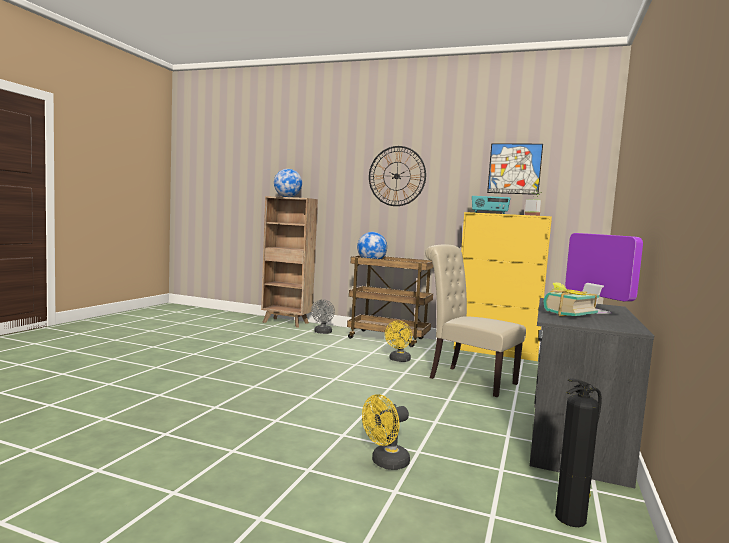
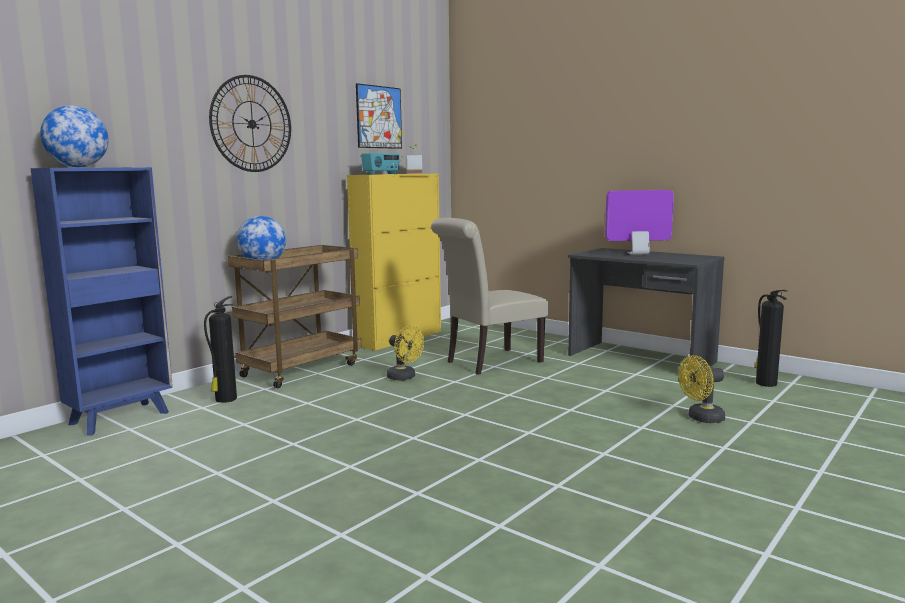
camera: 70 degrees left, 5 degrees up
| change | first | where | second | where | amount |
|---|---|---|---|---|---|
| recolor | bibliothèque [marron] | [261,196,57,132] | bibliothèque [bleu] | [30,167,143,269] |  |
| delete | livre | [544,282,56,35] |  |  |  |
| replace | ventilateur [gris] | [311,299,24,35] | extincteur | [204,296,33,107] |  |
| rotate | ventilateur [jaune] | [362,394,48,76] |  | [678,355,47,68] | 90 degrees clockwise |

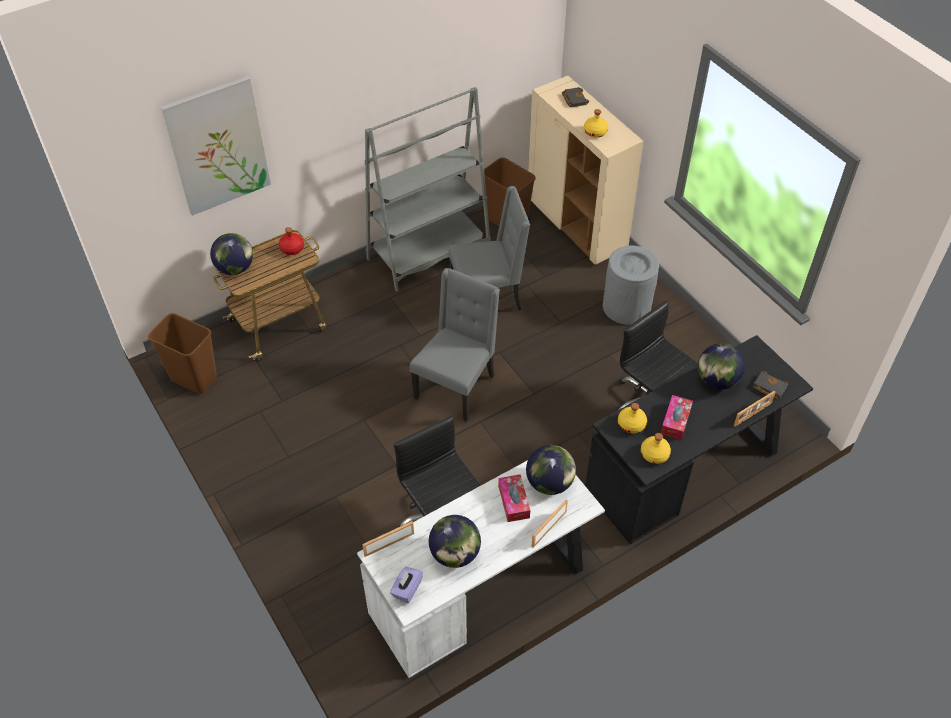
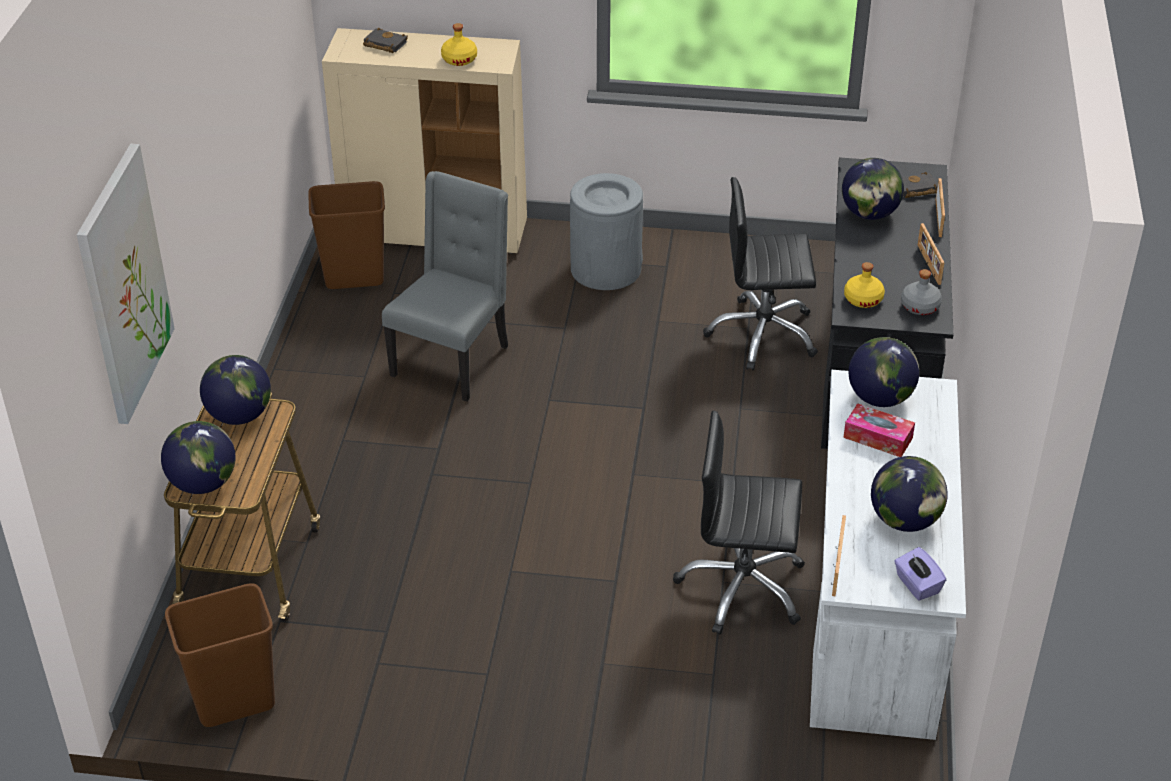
camera: 50 degrees left, 10 degrees down
| change | first | where | second | where | amount |
|---|---|---|---|---|---|
| delete | bibliothèque [gris] | [365,87,126,205] |  |  |  |
| replace | bouteille [rouge] | [279,227,25,28] | globe | [200,355,71,70] |  |
| delete | chaise [gris] | [410,268,90,154] |  |  |  |
| delete | boîte à mouchoirs | [661,395,32,45] |  |  |  |
| recolor | bouteille [jaune] | [641,433,30,31] | bouteille [gris] | [901,269,41,46] |  |
| move | cadre photo | [531,500,37,48] |  | [918,223,27,62] |  |

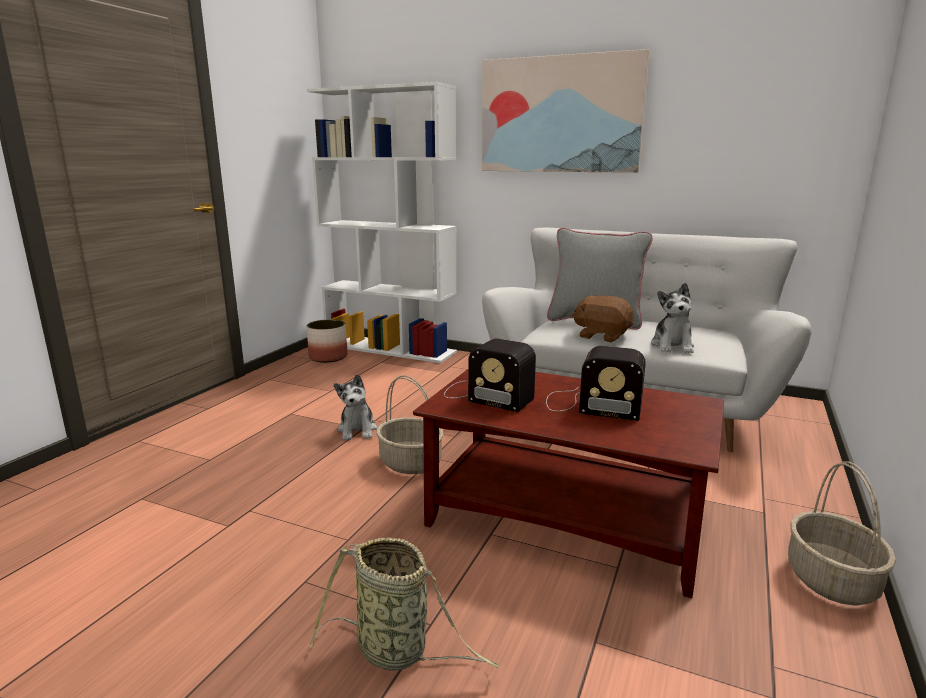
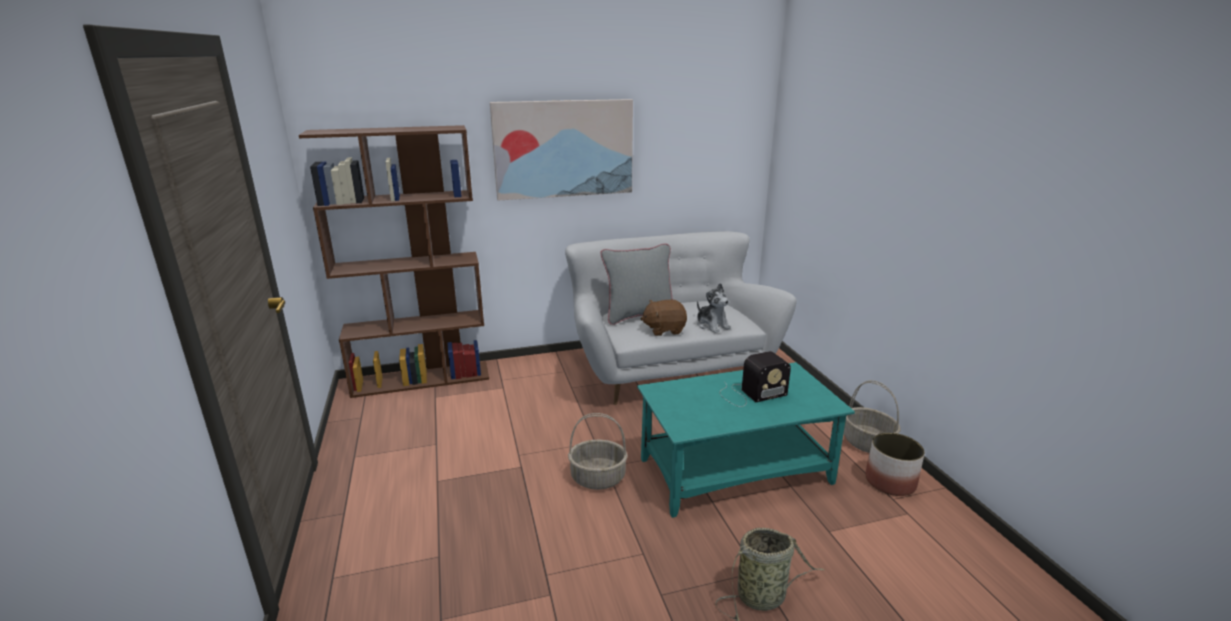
camera: 40 degrees left, 5 degrees up
| change | first | where | second | where | amount |
|---|---|---|---|---|---|
| recolor | bibliothèque [blanc] | [307,82,150,281] | bibliothèque [marron] | [299,125,190,273] |  |
| move | cache-pot | [307,319,41,44] |  | [865,432,60,64] |  |
| delete | radio | [444,339,92,73] |  |  |  |
| recolor | table basse [marron] | [413,369,311,229] | table basse [turquoise] | [637,362,218,156] |  |
| delete | peluche | [334,374,43,66] |  |  |  |

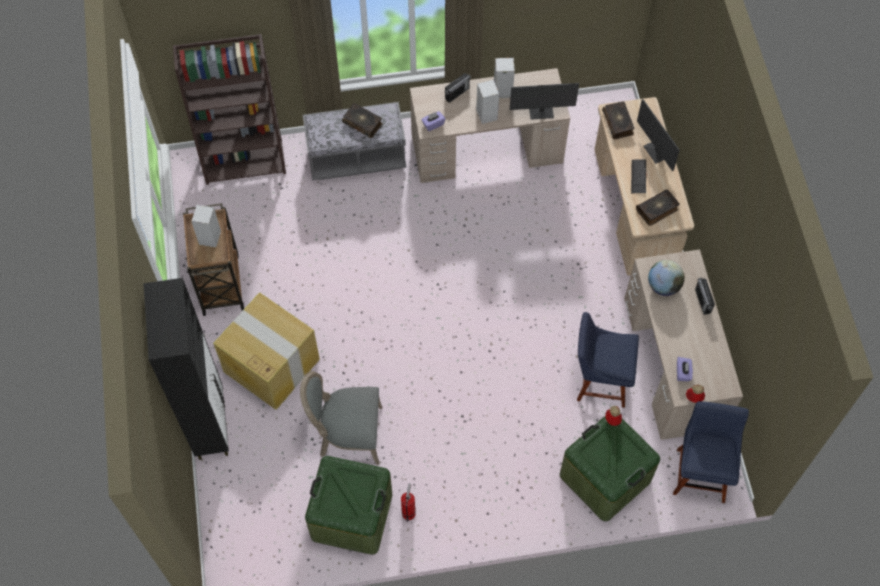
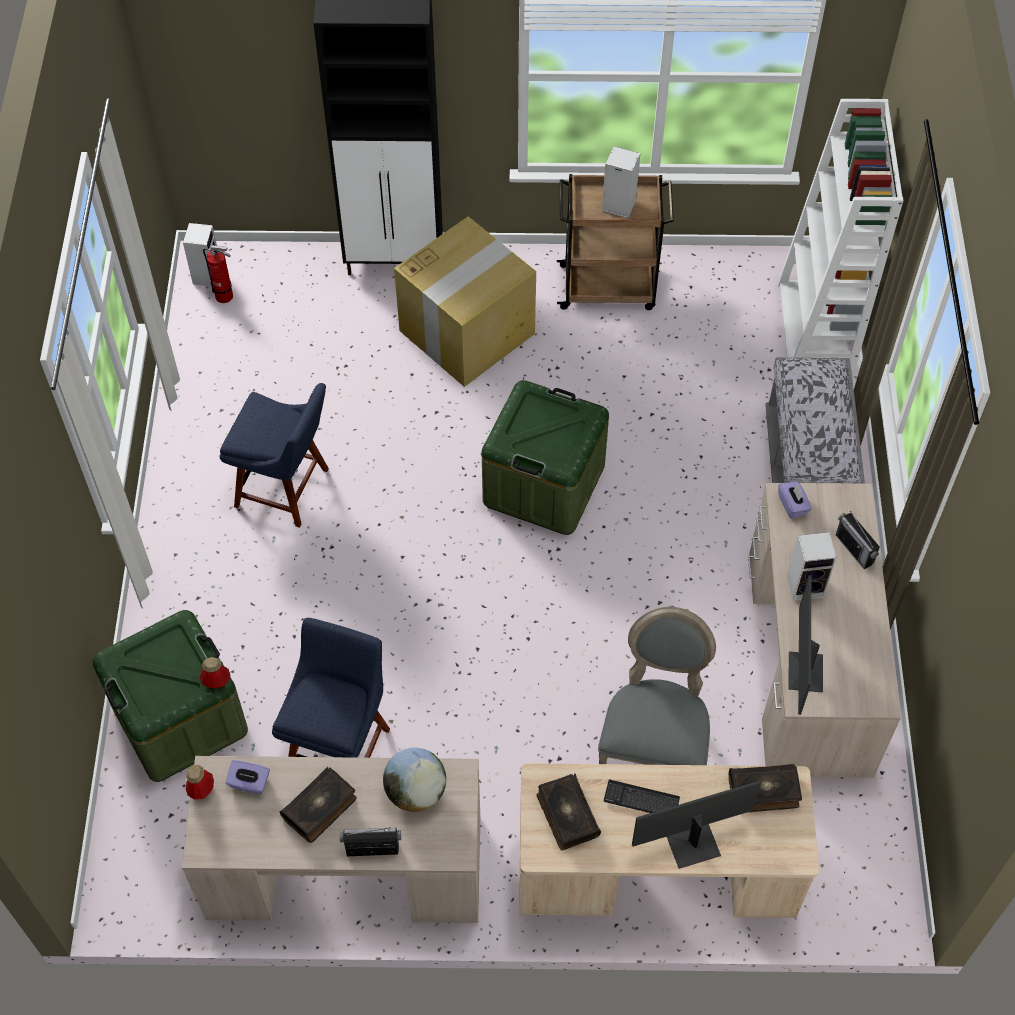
camera: 100 degrees right, 5 degrees down
| change | first | where | second | where | amount |
|---|---|---|---|---|---|
| recolor | bibliothèque [marron] | [173,34,113,151] | bibliothèque [blanc] | [778,99,125,280] |  |
| move | enceinte | [494,58,21,40] |  | [183,223,34,63] |  |
| move | livre | [342,103,41,35] |  | [280,767,77,76] |  |
| move | chaise [gris] | [300,371,82,94] |  | [598,607,118,158] |  |
| move | chaise [bleu] | [673,401,76,102] |  | [219,383,110,145] |  |
| move | boîte de rangement [vert] | [305,456,87,99] |  | [482,380,127,155] |  |
| move | extincteur | [401,483,15,39] |  | [203,245,30,58] |  |

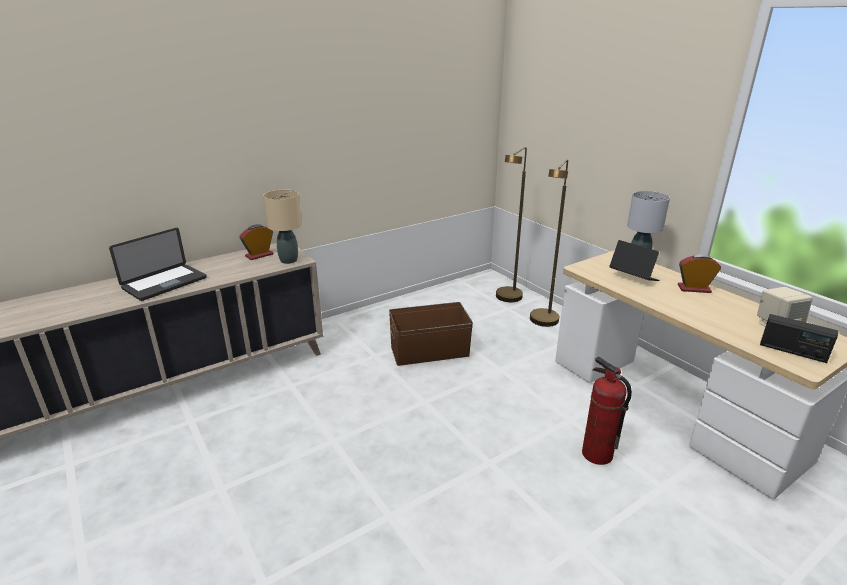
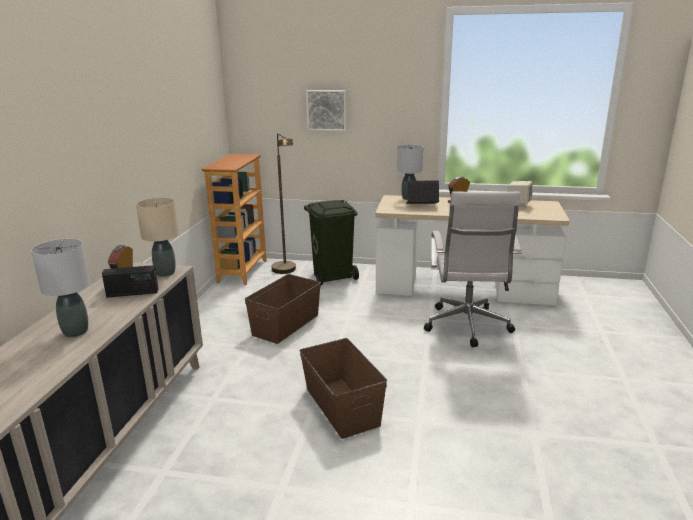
camera: 45 degrees left, 5 degrees down
| change | first | where | second | where | amount |
|---|---|---|---|---|---|
| replace | lampadaire [marron] | [530,159,38,168] | poubelle [vert] | [304,200,55,86] |  |
| replace | ordinateur portable | [109,228,98,73] | lampe de table [gris] | [31,239,59,98] |  |
| move | radio | [760,314,78,49] |  | [102,265,56,33] |  |
| replace | extincteur | [582,357,50,108] | chaise de bureau [blanc] | [424,191,98,156] |  |
| insert |  |  | tableau | [306,90,40,41] |  |
| insert |  |  | bibliothèque | [201,154,66,131] |  |
| insert |  |  | boîte de rangement [marron] | [299,338,88,101] |  |

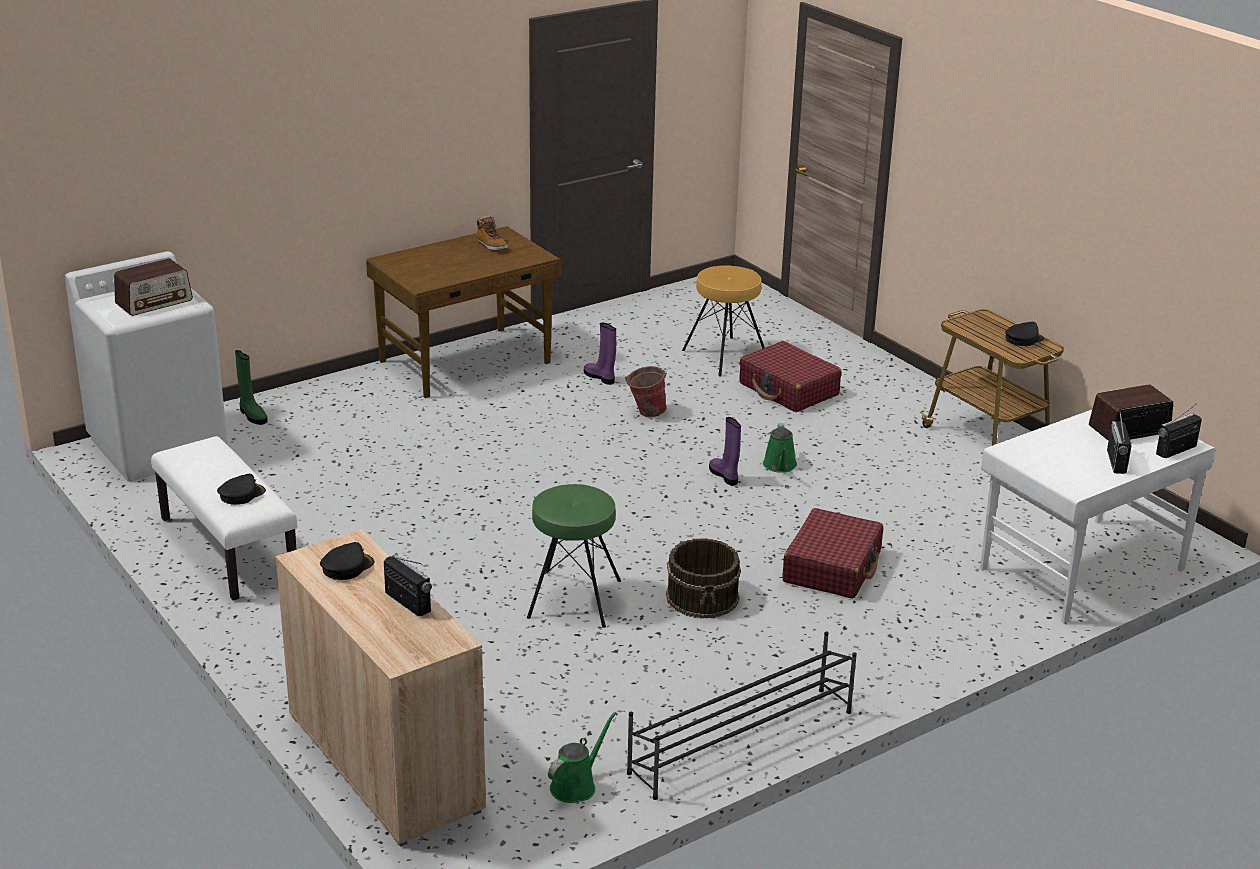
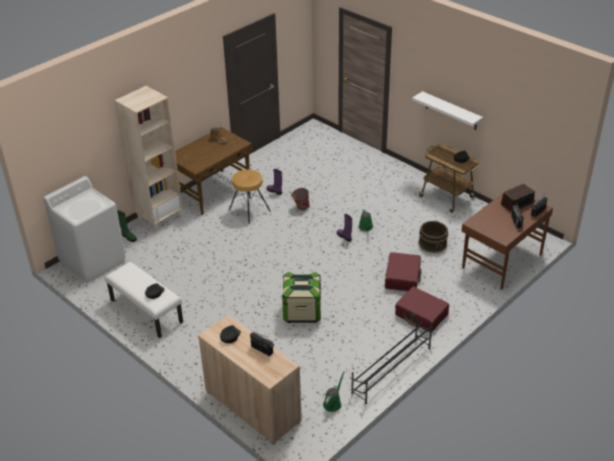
camera: 10 degrees left, 10 degrees up
| change | first | where | second | where | amount |
|---|---|---|---|---|---|
| delete | radio | [114,259,79,57] |  |  |  |
| move | tabouret [marron] | [682,265,83,112] |  | [229,170,42,54] |  |
| move | valise [rouge] | [739,341,103,71] |  | [395,286,54,46] |  |
| recolor | bureau [blanc] | [980,410,236,213] | bureau [marron] | [461,188,92,102] |  |
| replace | tabouret [vert] | [527,484,94,144] | boîte de rangement | [282,272,39,51] |  |
| move | seau [marron] | [666,538,75,80] |  | [418,221,30,32] |  |
| insert |  |  | bibliothèque [beige] | [115,86,68,147] |  |
| insert |  |  | étagère [blanc] | [412,91,71,39] |  |

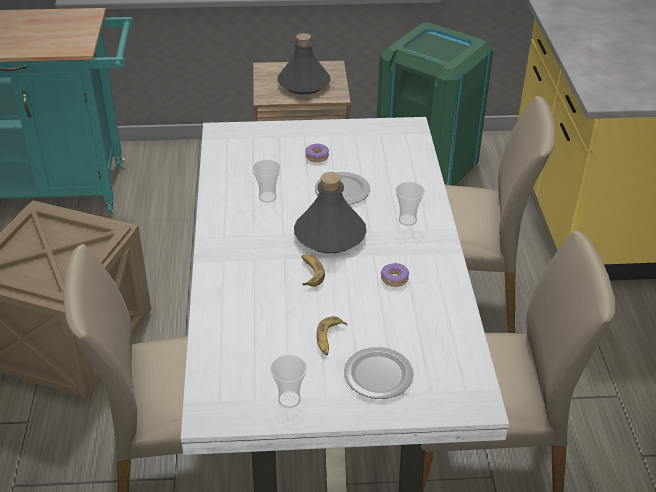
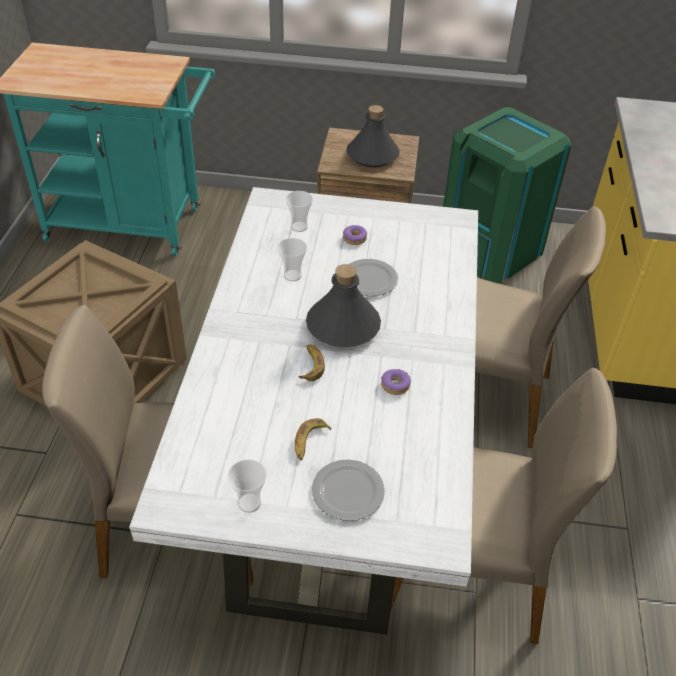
camera: 10 degrees right, 5 degrees up
| change | first | where | second | where | amount |
|---|---|---|---|---|---|
| move | tasse | [395,182,30,44] |  | [286,191,27,41] |  |

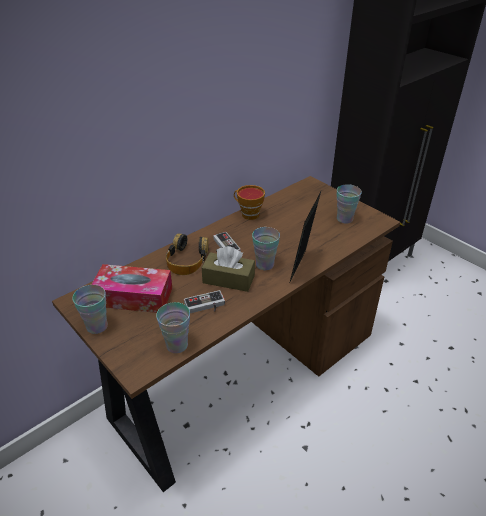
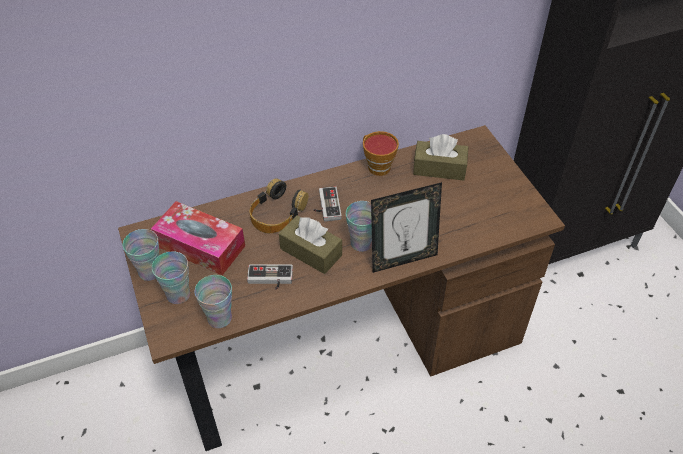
camera: 20 degrees right, 10 degrees up
| change | first | where | second | where | amount |
|---|---|---|---|---|---|
| move | tasse | [337,184,25,40] |  | [152,251,38,53] |  |
| rotate | cadre photo | [289,192,32,92] |  | [371,182,71,91] | 150 degrees counterclockwise |
| insert |  |  | boîte à mouchoirs [marron] | [413,134,55,47] |  |

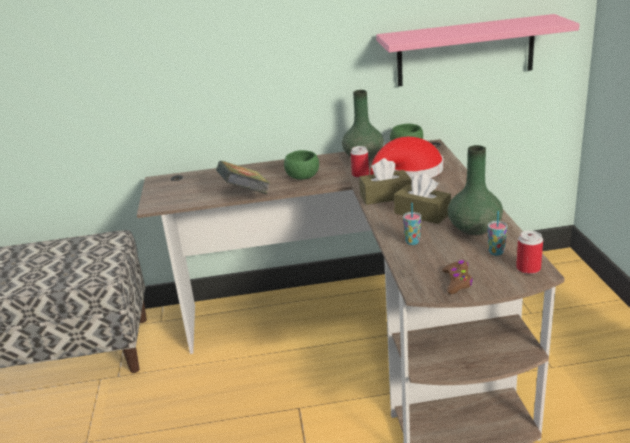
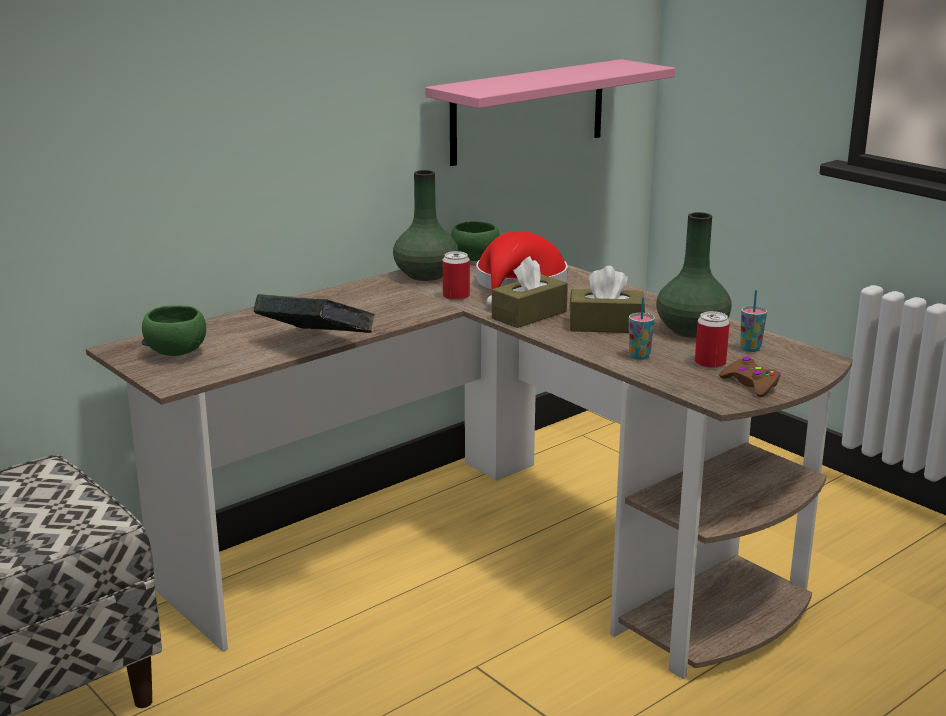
camera: 35 degrees left, 5 degrees down
| change | first | where | second | where | amount |
|---|---|---|---|---|---|
| move | bol [vert] | [284,150,35,30] |  | [142,305,64,51] |  |
| move | boîte métallique | [516,230,27,44] |  | [695,311,35,57] |  |

